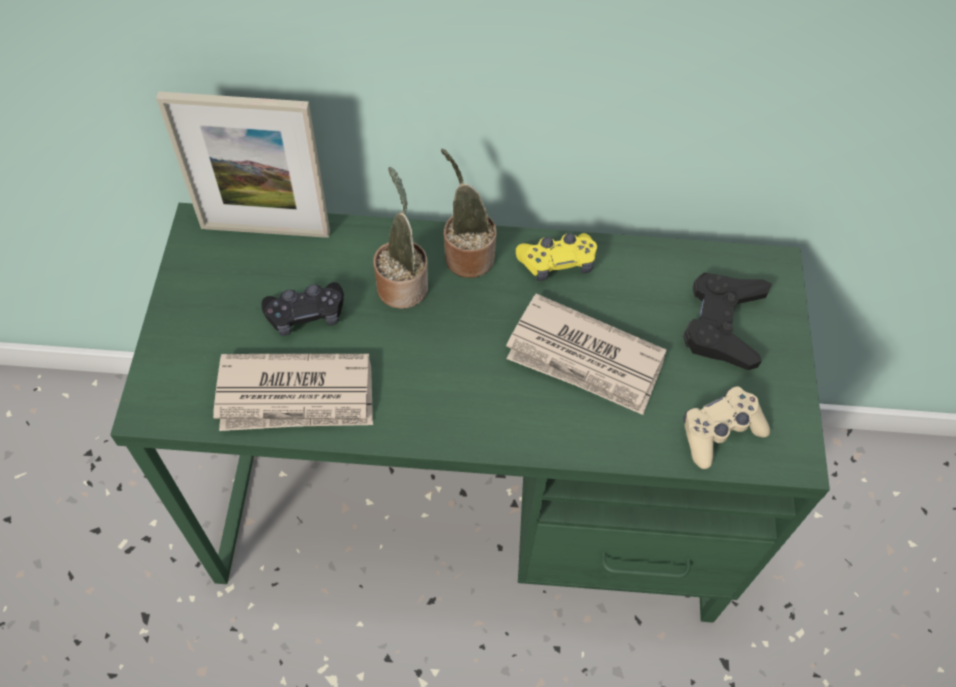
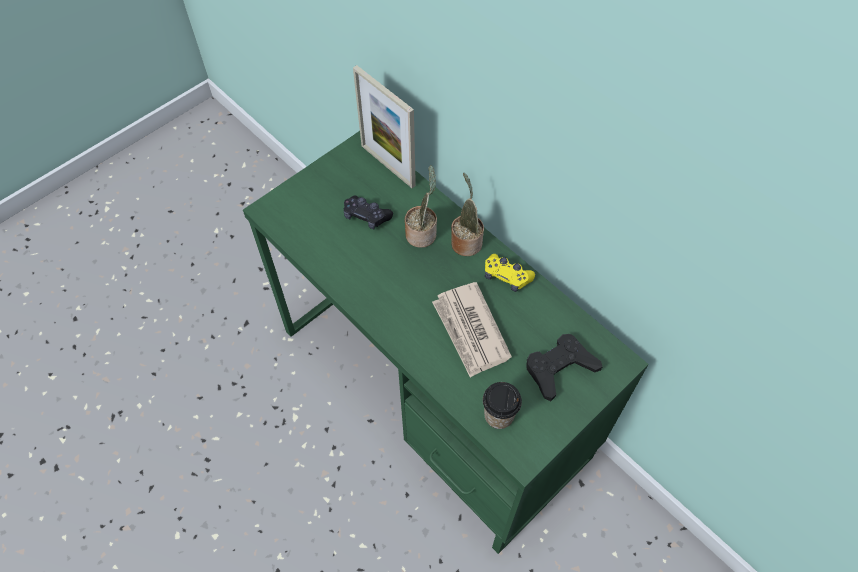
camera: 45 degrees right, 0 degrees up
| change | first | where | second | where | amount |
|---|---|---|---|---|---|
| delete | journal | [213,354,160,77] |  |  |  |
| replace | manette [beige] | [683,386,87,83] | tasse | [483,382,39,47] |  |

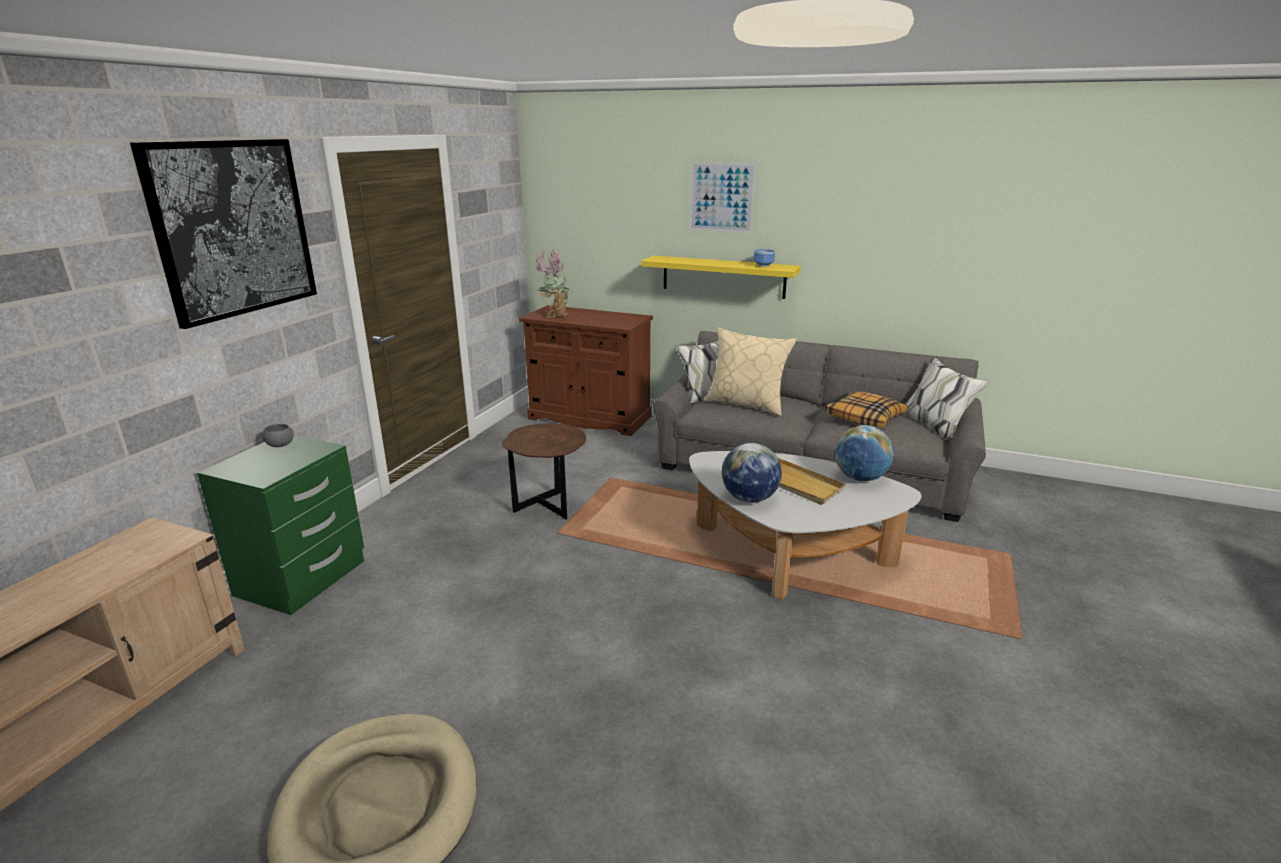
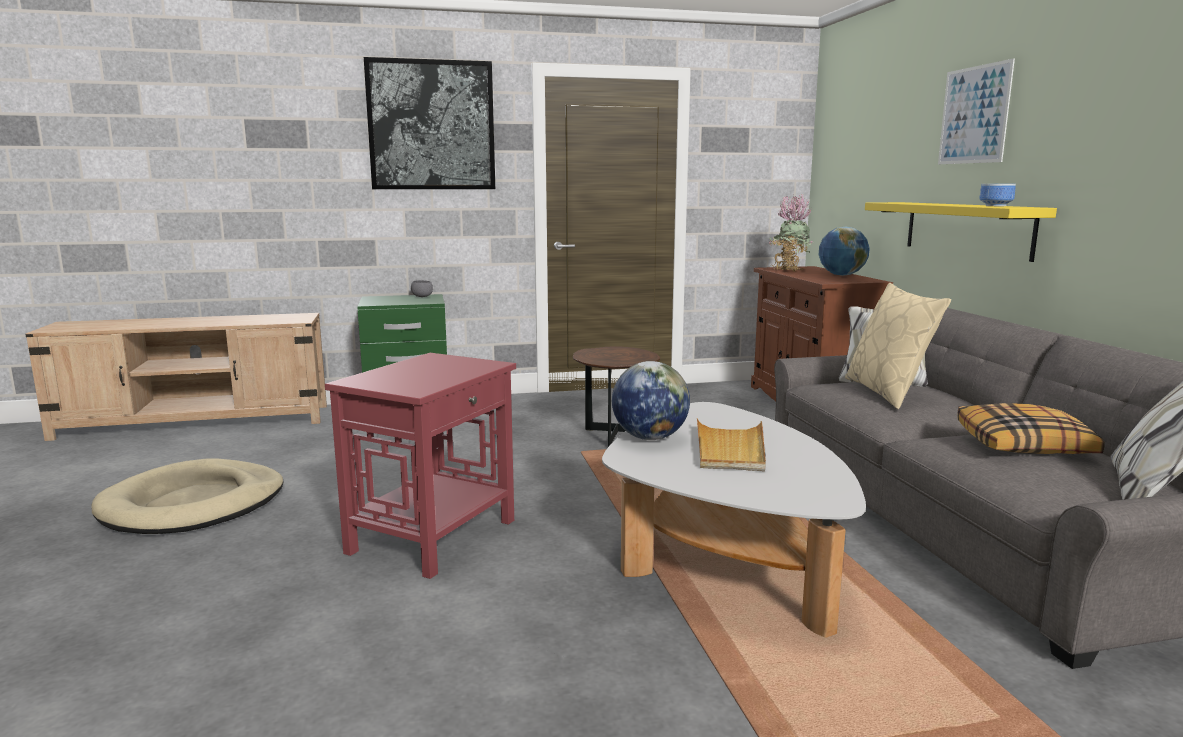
camera: 55 degrees right, 10 degrees down
| change | first | where | second | where | amount |
|---|---|---|---|---|---|
| move | globe | [835,425,59,56] |  | [819,226,51,50] |  |
| insert |  |  | table d'appoint [rouge] | [325,353,191,226] |  |

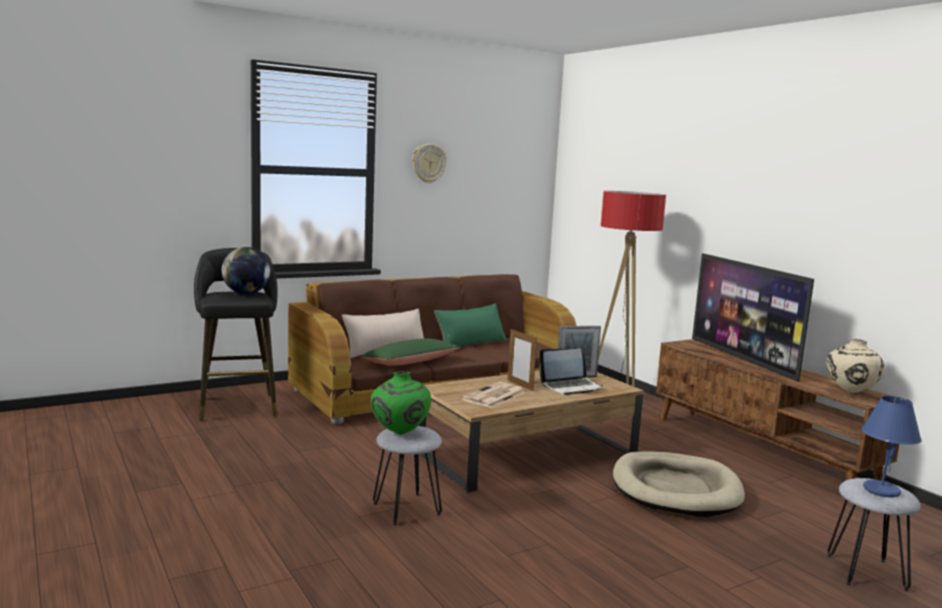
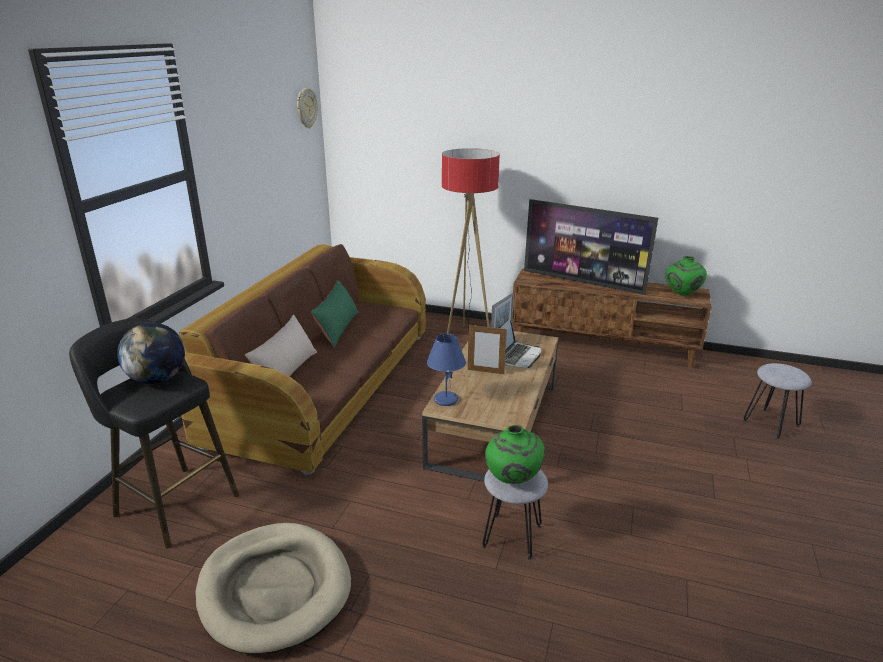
camera: 40 degrees left, 15 degrees up
| change | first | where | second | where | amount |
|---|---|---|---|---|---|
| move | horloge murale | [412,144,35,39] |  | [297,88,21,40] |  |
| delete | coussin [vert] | [360,338,100,28] |  |  |  |
| recolor | vase [beige] | [826,339,59,55] | vase [vert] | [665,256,42,40] |  |
| delete | journal | [461,382,64,26] |  |  |  |
| move | lampe de table [bleu] | [861,396,61,101] |  | [427,334,39,72] |  |
| move | panier pour chien [beige] | [613,451,132,66] |  | [195,523,156,131] |  |

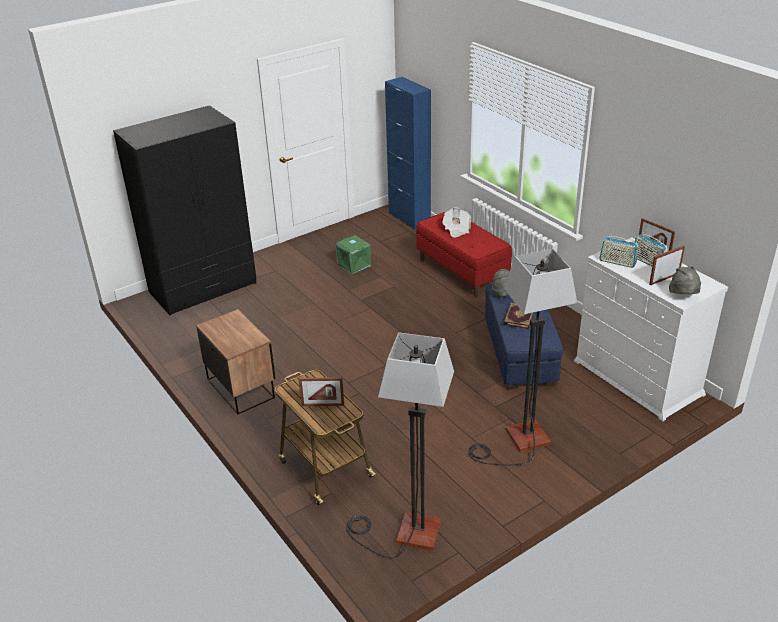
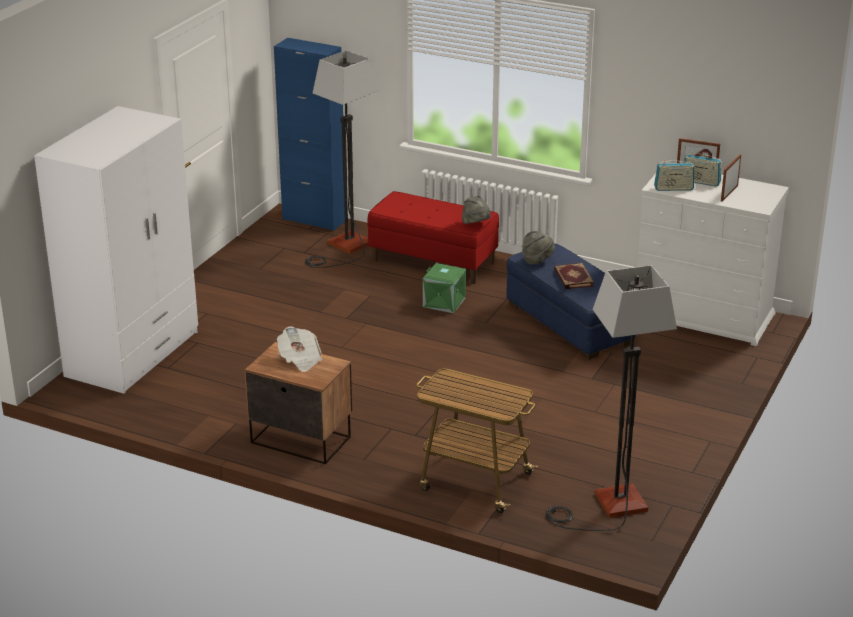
camera: 30 degrees left, 5 degrees down
| change | first | where | second | where | amount |
|---|---|---|---|---|---|
| recolor | armoire [noir] | [113,105,144,210] | armoire [blanc] | [34,106,164,288] |  |
| move | journal | [442,207,29,30] |  | [277,326,46,46] |  |
| move | boîte de rangement [vert] | [336,235,35,39] |  | [423,263,43,50] |  |
| move | lampadaire | [468,249,109,216] |  | [305,50,74,218] |  |
| move | chapeau [gris] | [669,266,32,28] |  | [462,195,29,29] |  |
| delete | cadre photo | [299,377,45,29] |  |  |  |

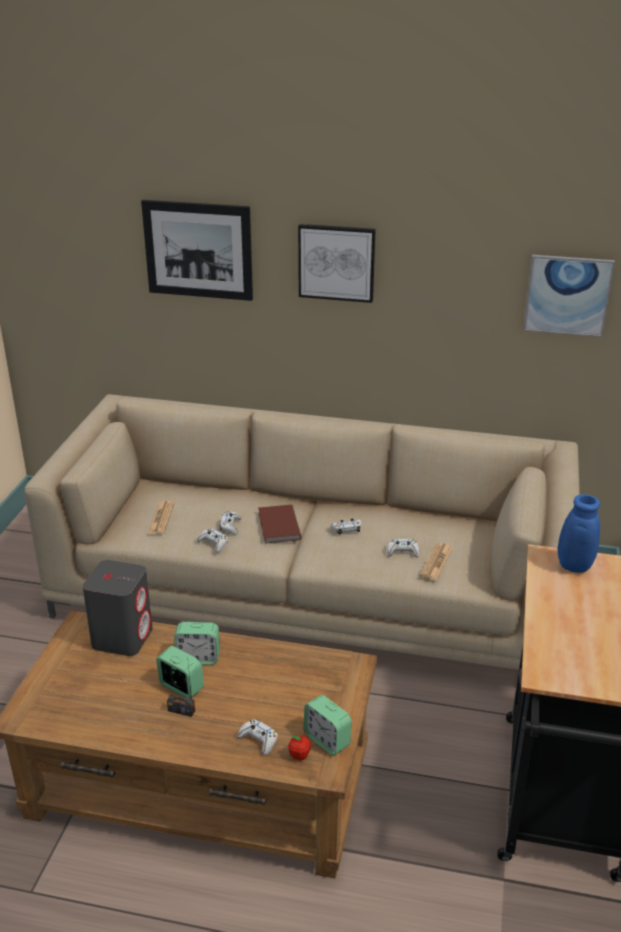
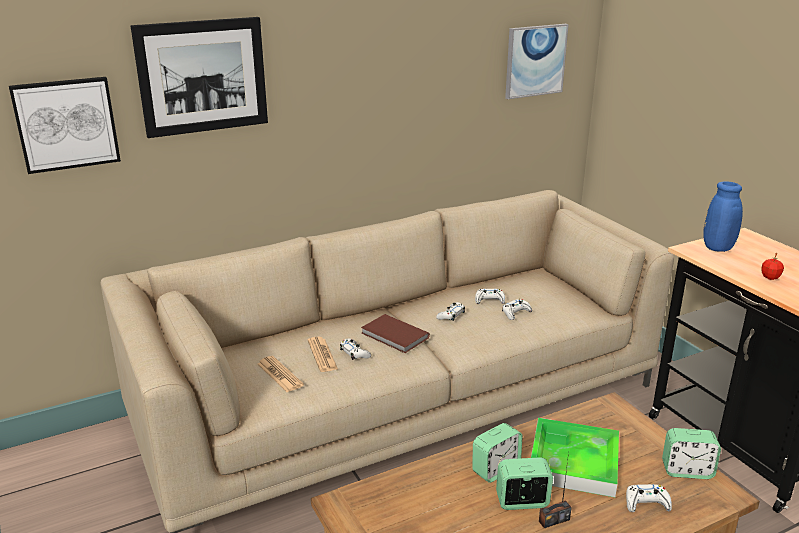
camera: 40 degrees left, 5 degrees down
| change | first | where | second | where | amount |
|---|---|---|---|---|---|
| move | tableau | [298,224,78,79] |  | [9,77,112,97] |  |
| move | manette [blanc] | [197,529,31,23] |  | [475,289,30,15] |  |
| move | journal | [420,543,33,37] |  | [308,337,30,35] |  |
| delete | enceinte [gris] | [83,560,70,96] |  |  |  |
| move | pomme | [288,733,23,28] |  | [761,253,23,27] |  |
| insert |  |  | plateau | [531,418,88,79] |  |

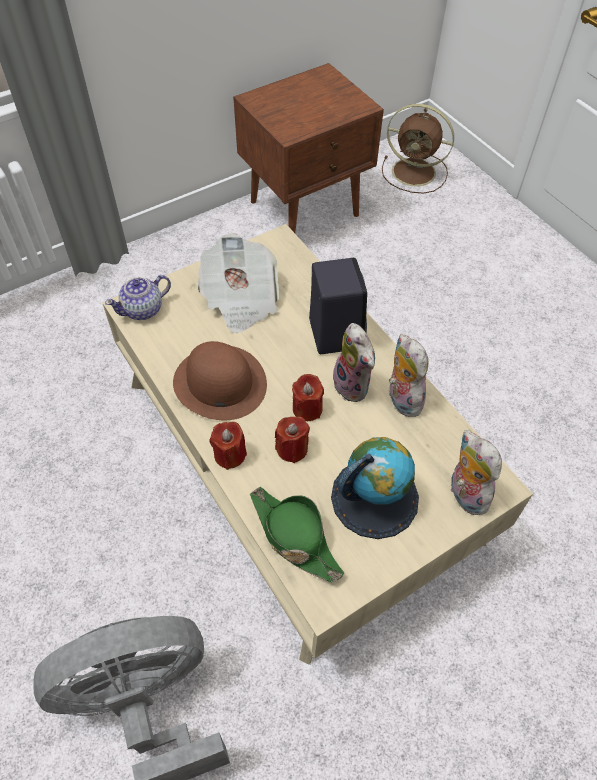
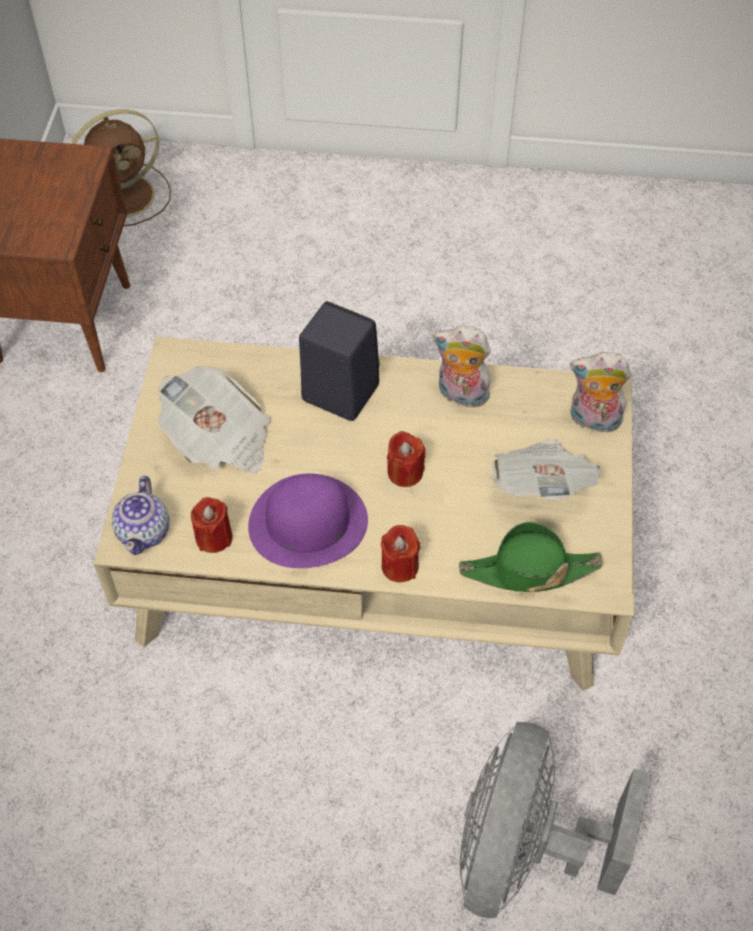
camera: 50 degrees left, 0 degrees up
| change | first | where | second | where | amount |
|---|---|---|---|---|---|
| delete | peluche | [333,323,42,79] |  |  |  |
| recolor | chapeau [marron] | [173,341,94,79] | chapeau [violet] | [248,474,120,94] |  |
| move | bougie [rouge] | [275,416,35,47] |  | [191,497,41,56] |  |
| replace | globe | [331,437,88,102] | journal | [492,439,109,62] |  |

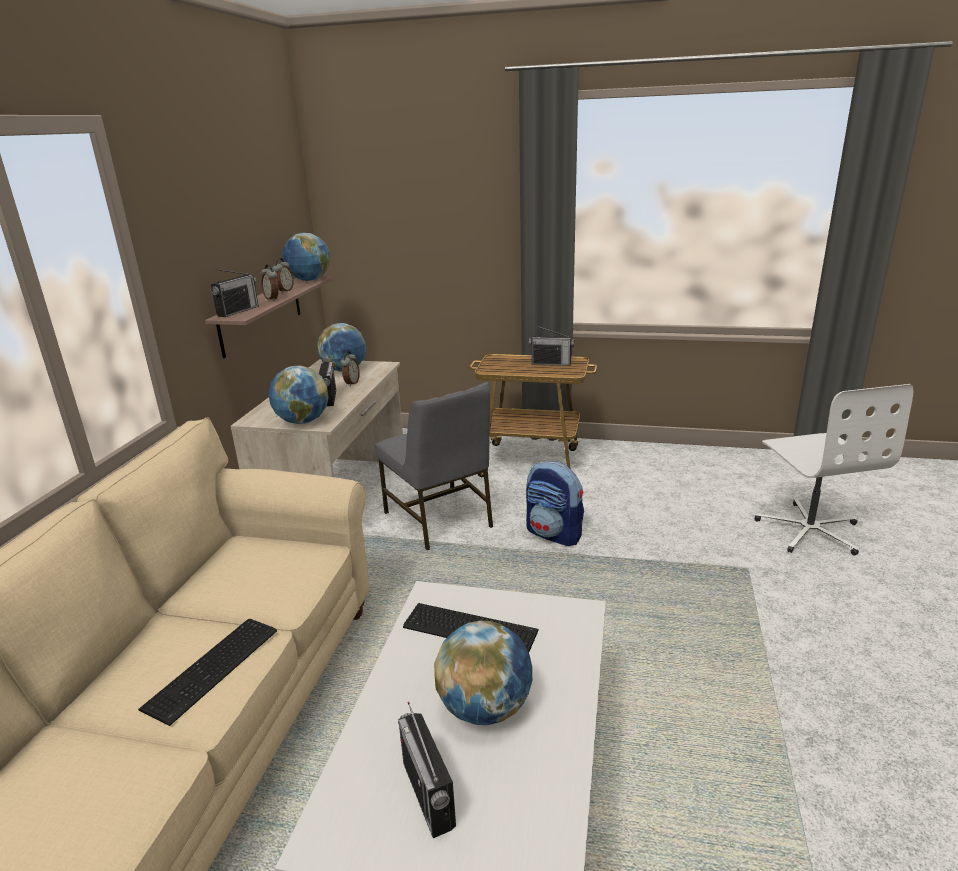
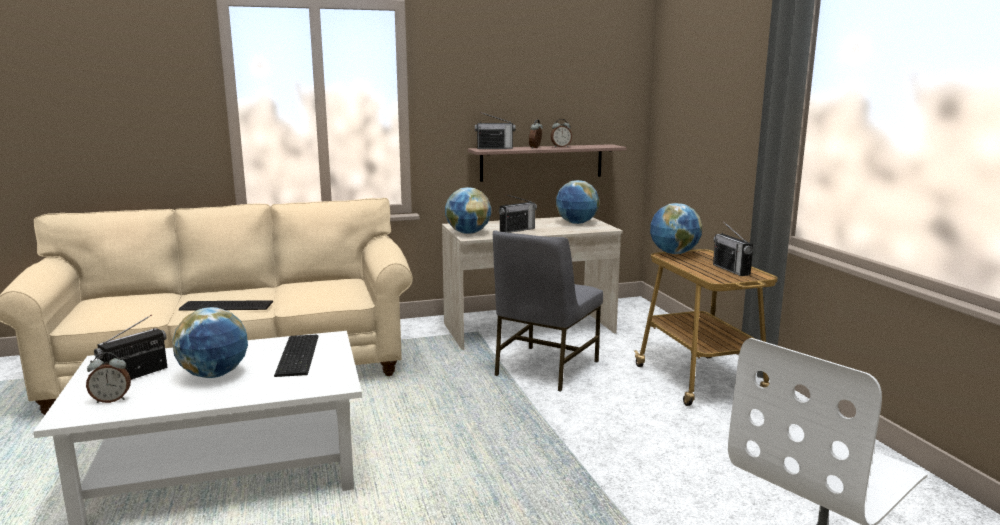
camera: 60 degrees right, 10 degrees down
| change | first | where | second | where | amount |
|---|---|---|---|---|---|
| move | globe | [282,233,48,48] |  | [650,203,52,51] |  |
| move | réveil | [340,351,20,36] |  | [86,352,45,51] |  |
| delete | sac à dos | [526,461,58,85] |  |  |  |

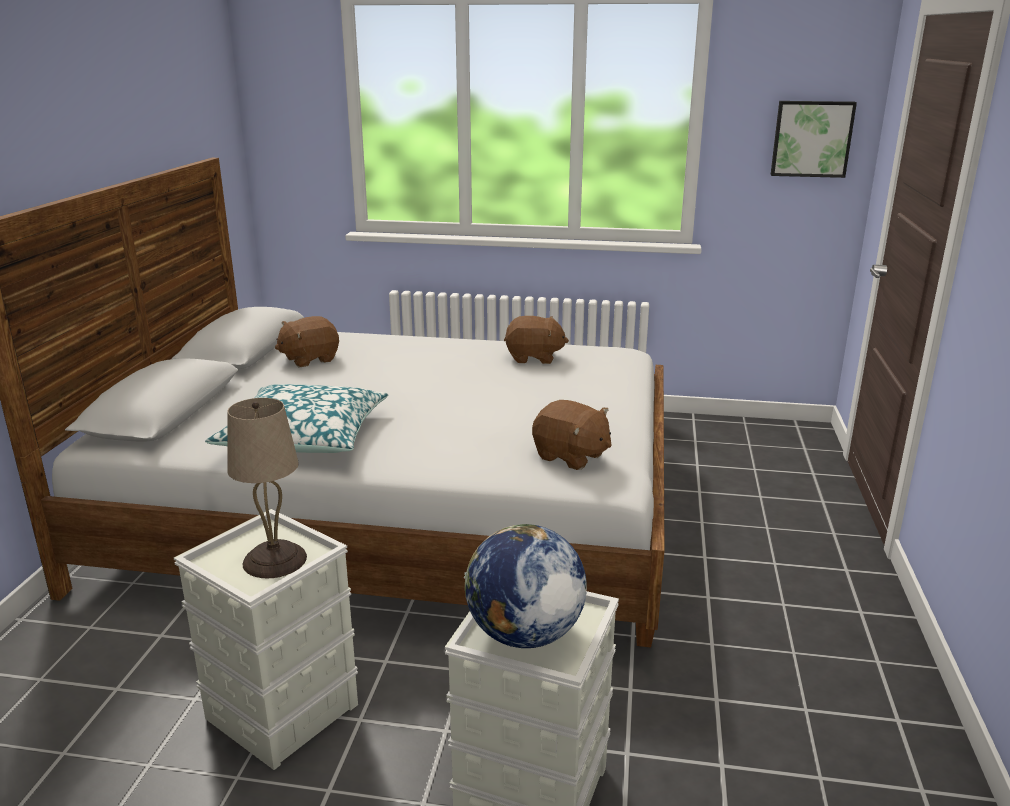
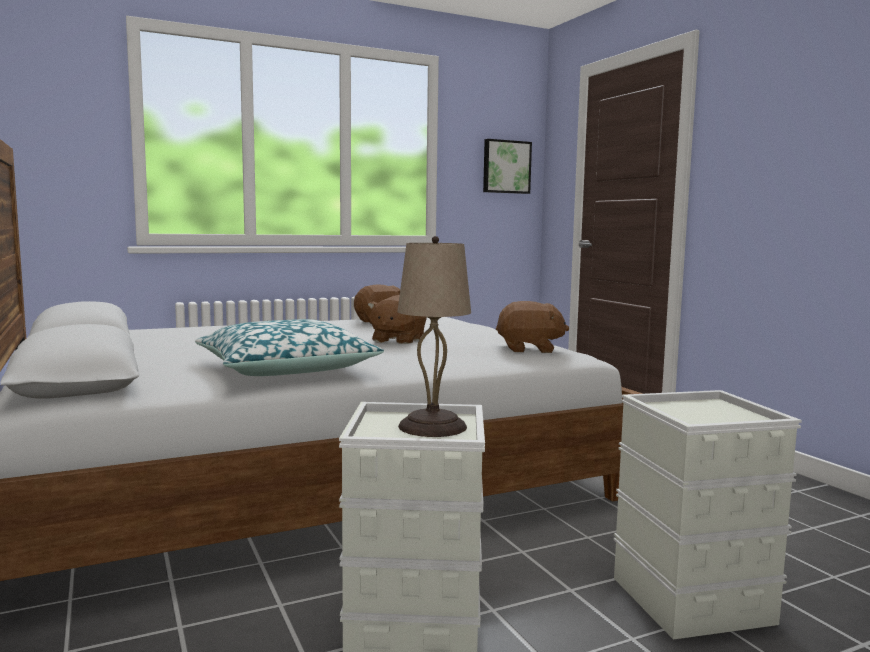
camera: 35 degrees left, 15 degrees down
| change | first | where | second | where | amount |
|---|---|---|---|---|---|
| move | peluche [marron] | [275,316,64,51] |  | [367,295,60,49] |  |
| delete | globe | [464,524,123,124] |  |  |  |

